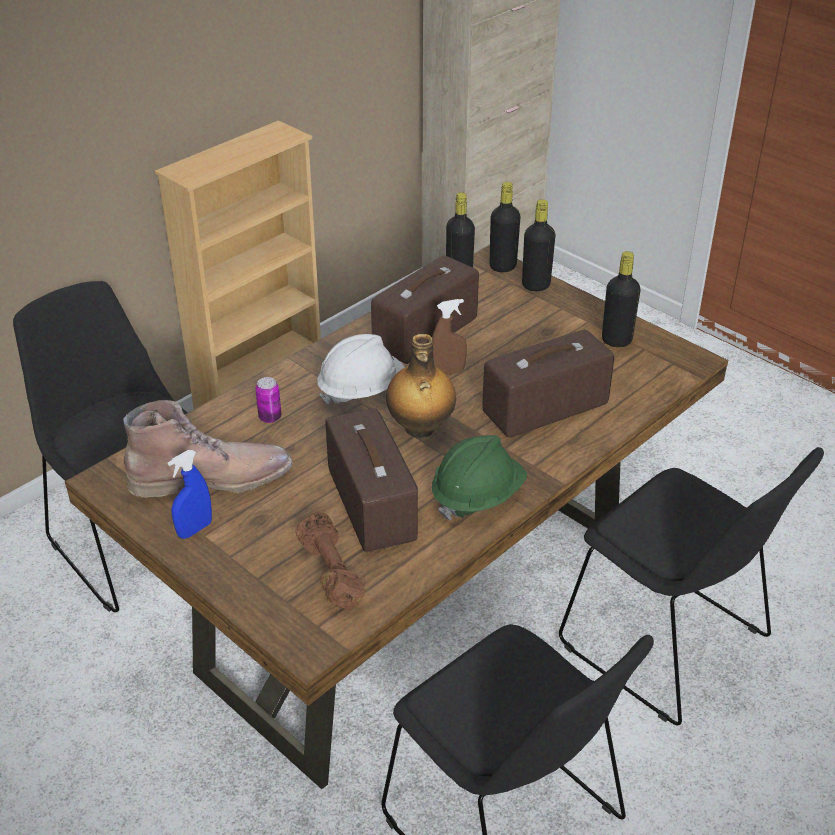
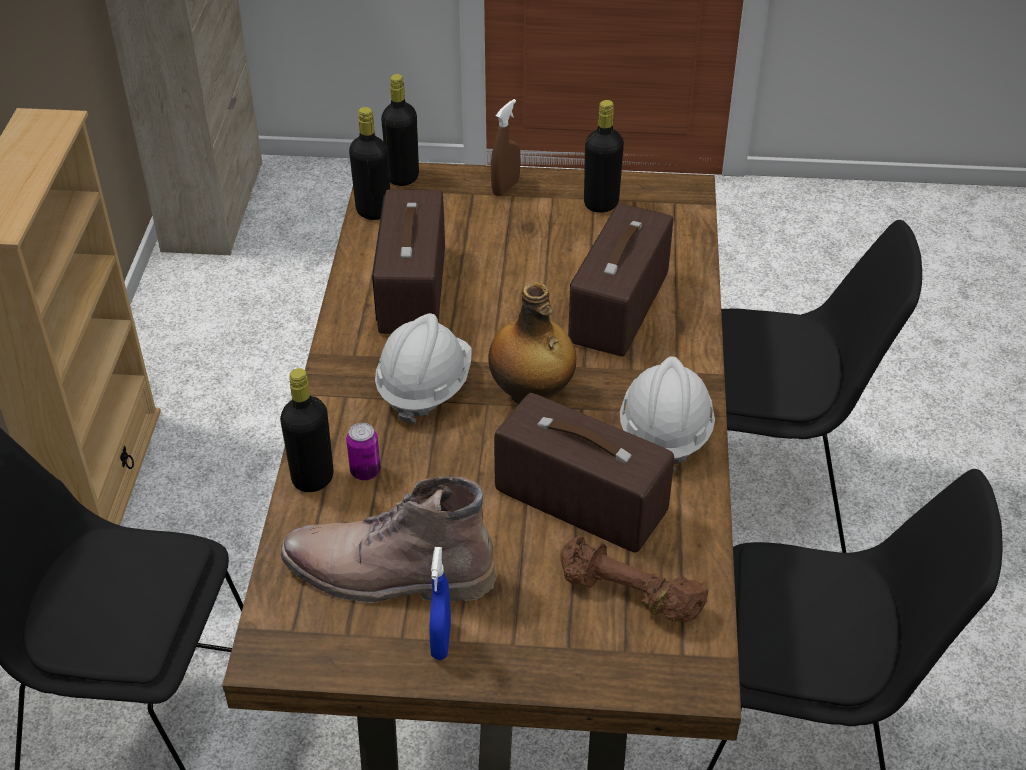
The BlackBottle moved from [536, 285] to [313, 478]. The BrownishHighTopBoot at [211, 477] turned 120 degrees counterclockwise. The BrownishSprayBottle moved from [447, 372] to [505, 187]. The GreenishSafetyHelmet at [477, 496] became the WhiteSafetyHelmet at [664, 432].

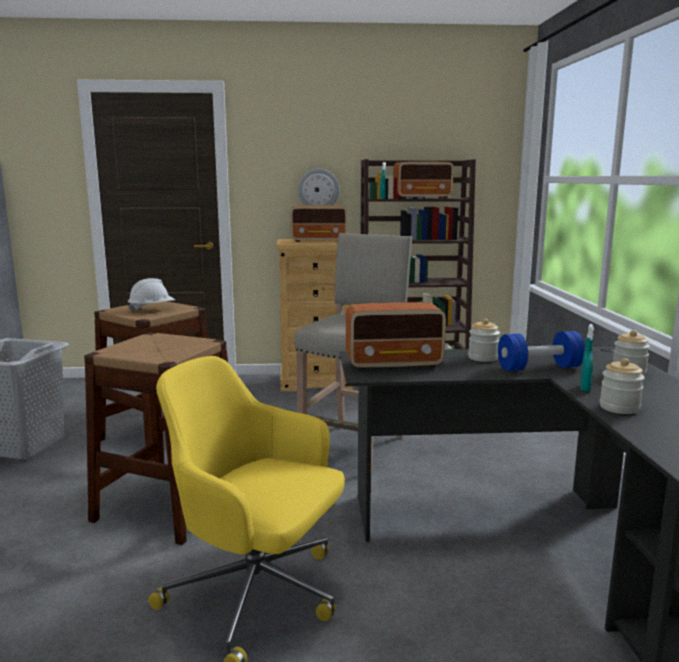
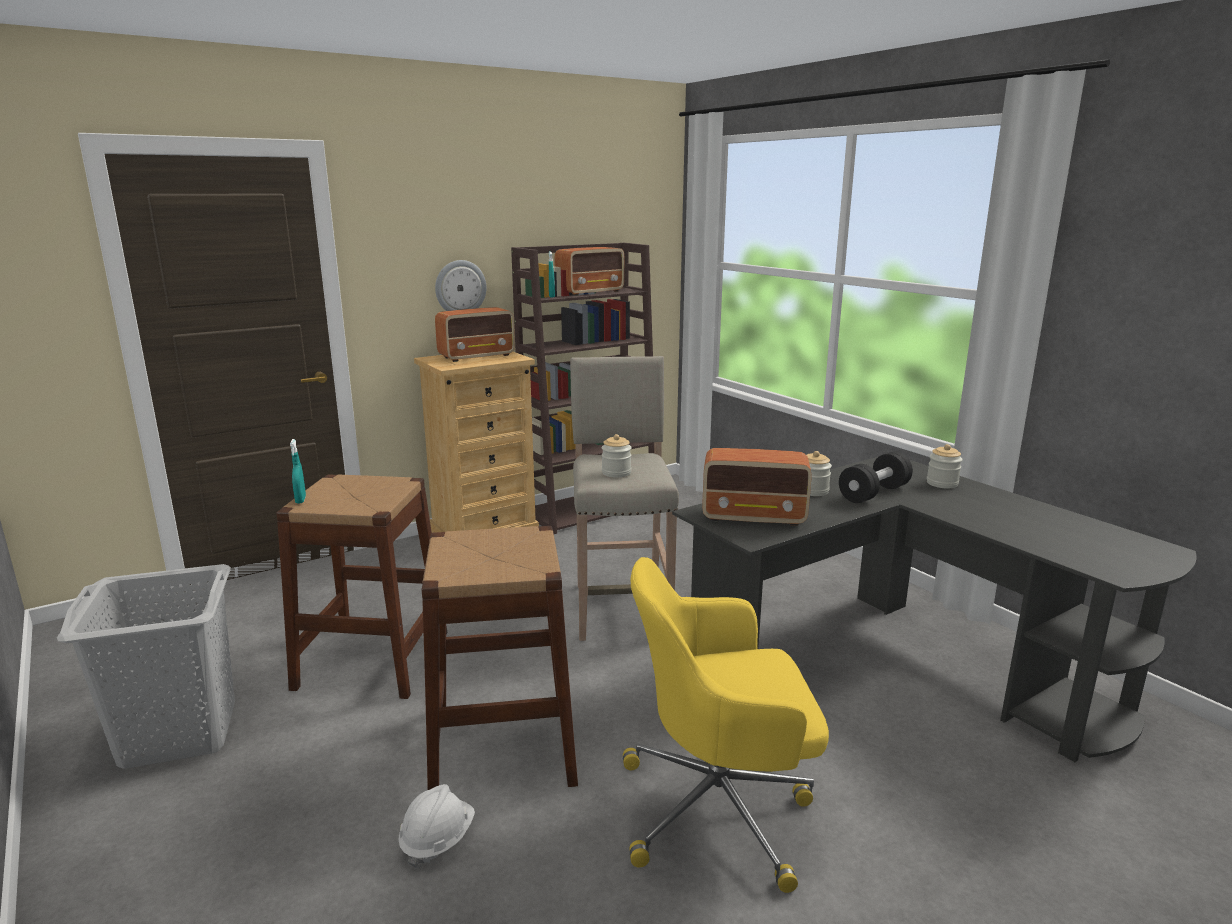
The TurquoiseSprayBottle moved from [585, 388] to [300, 500]. The WhiteSafetyHelmet moved from [152, 309] to [437, 840]. The PreserveJar moved from [619, 408] to [616, 473]. The Radio at [395, 364] turned 45 degrees clockwise. The BlueHandWeight at [539, 368] became the BlackHandWeight at [874, 493].

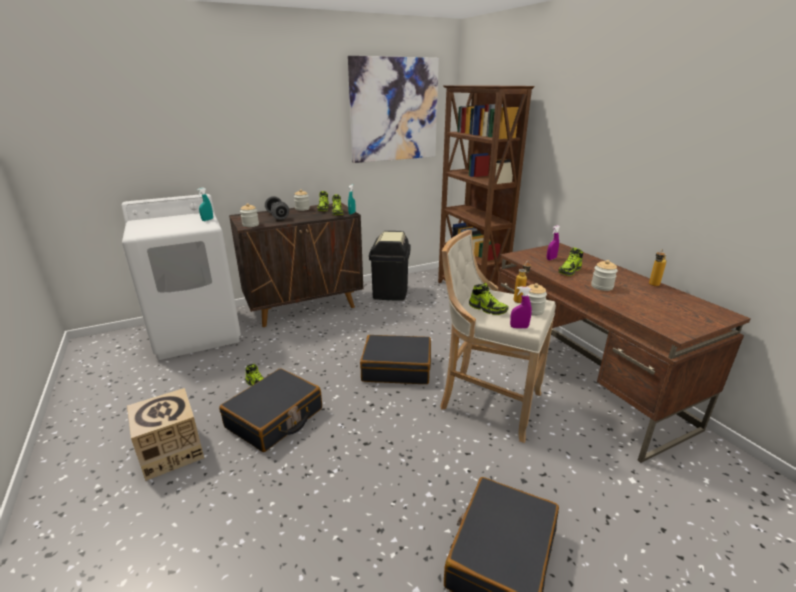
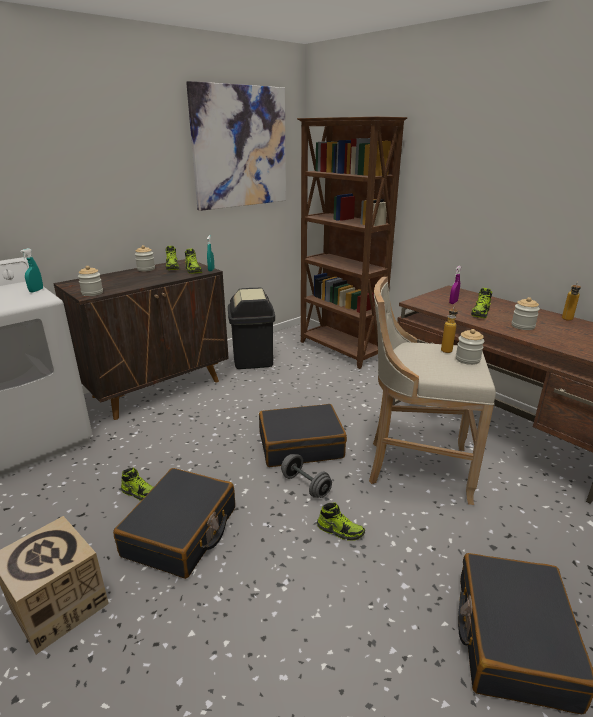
The GreyHandWeight moved from [277, 216] to [305, 485]. The Shoe moved from [487, 309] to [340, 530]. The PurplishSprayBottle at [519, 327] disappeared.

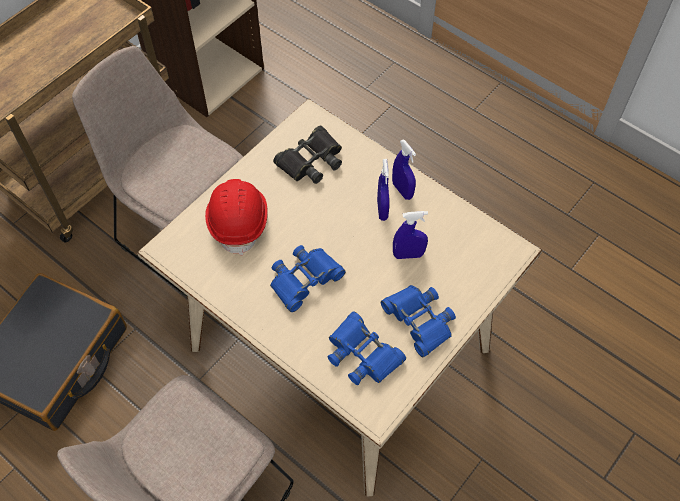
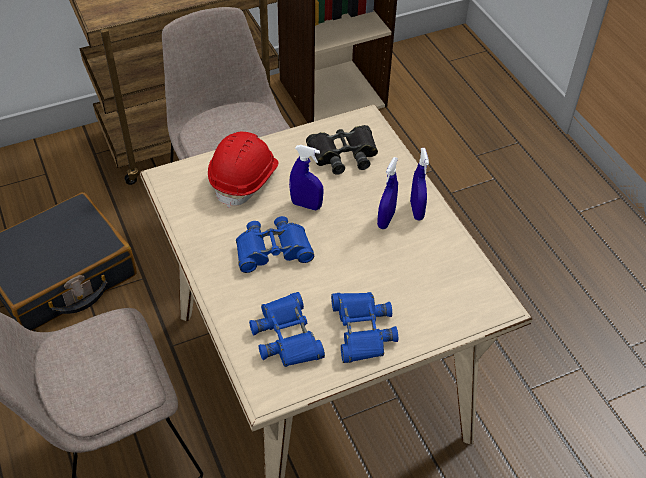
The BlueSprayBottle moved from [408, 255] to [306, 205].

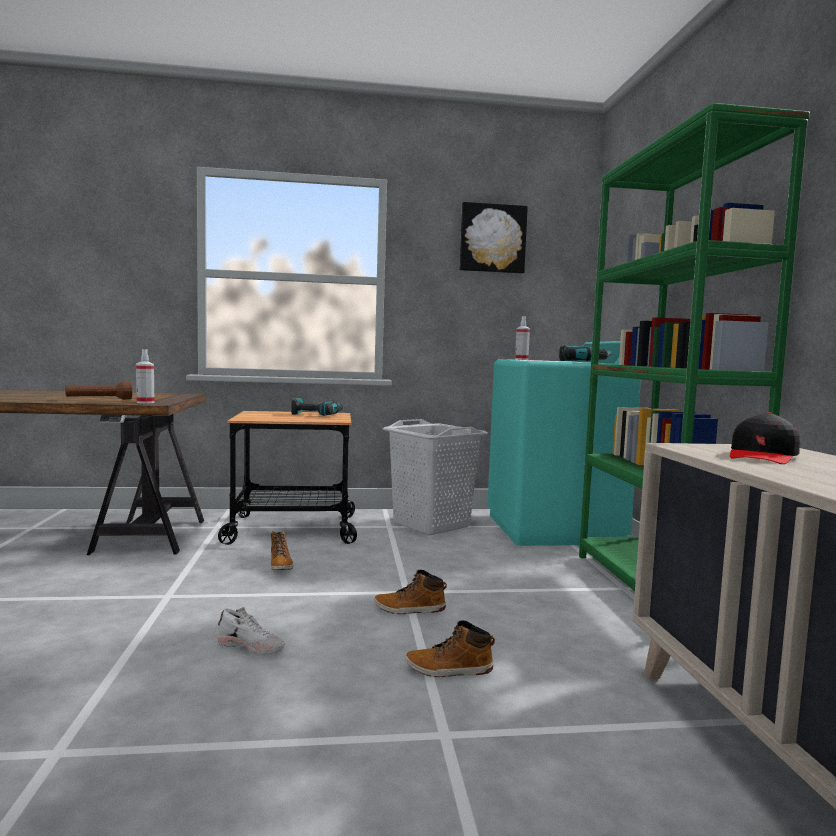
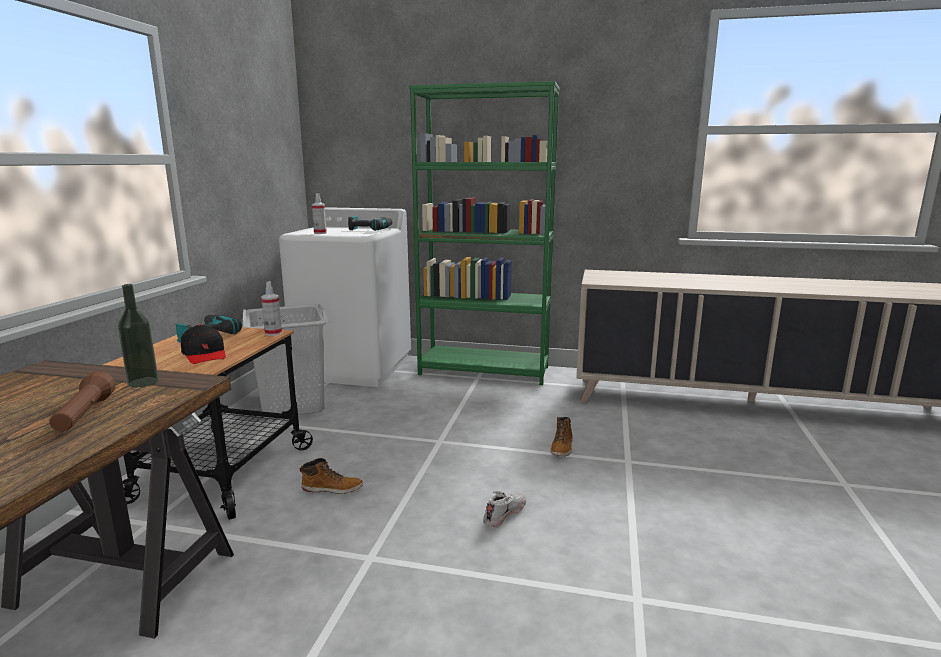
The Bottle at [143, 382] appeared. The BlackBaseballCap moved from [763, 456] to [205, 354]. The SprayBottle moved from [145, 402] to [273, 333]. The TurquoiseWashingMachine at [553, 529] became the WhiteWashingMachine at [355, 367]. The HighTopBoot at [410, 609] disappeared. The Picture at [492, 239] disappeared.

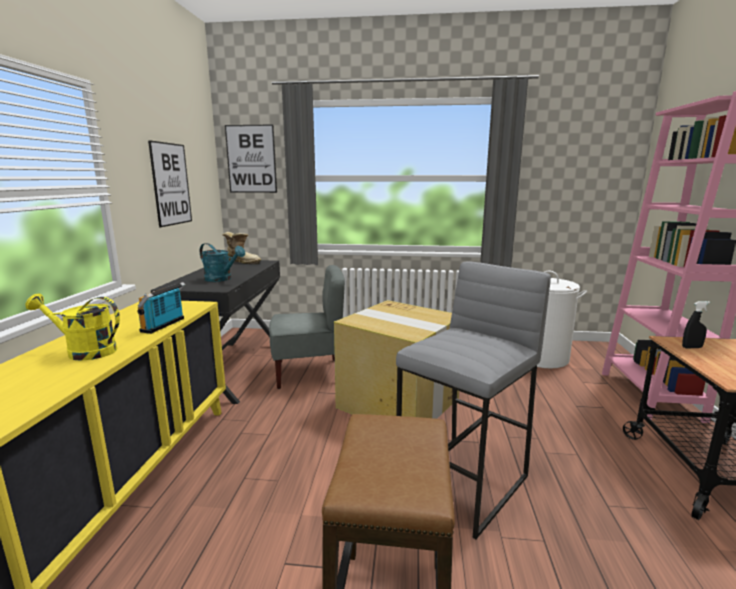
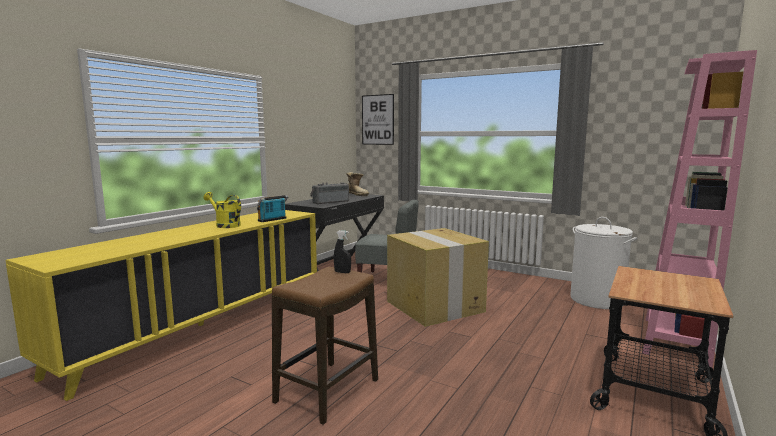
The TurquoiseWateringPot at [222, 279] was replaced by the Radio at [330, 202]. The BlackSprayBottle moved from [692, 347] to [342, 272]. The Picture at [171, 184] disappeared. The GreyStool at [464, 484] disappeared.

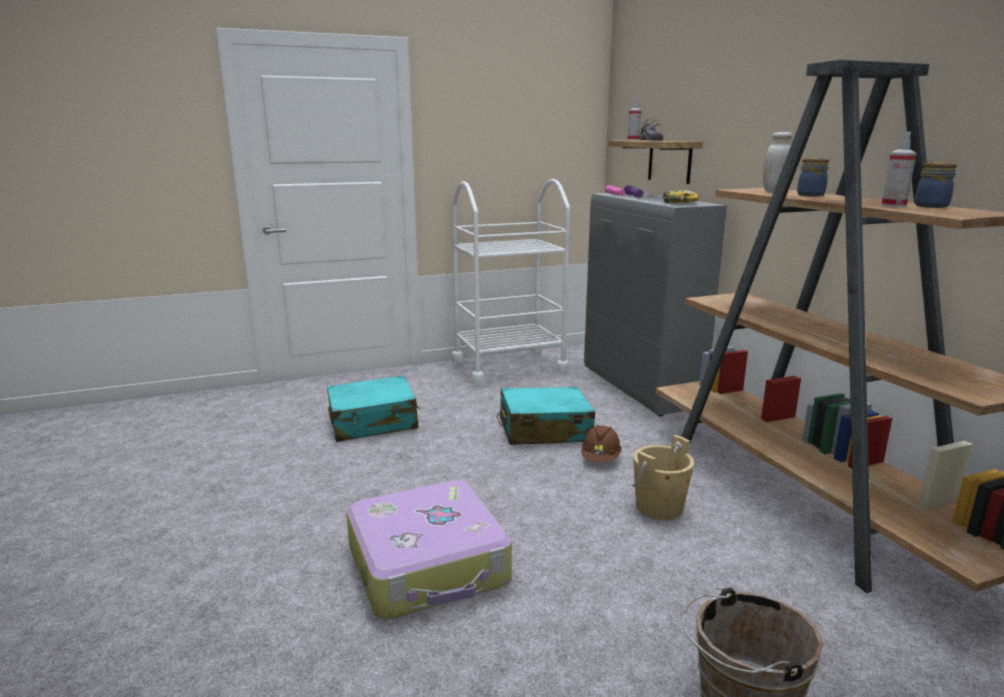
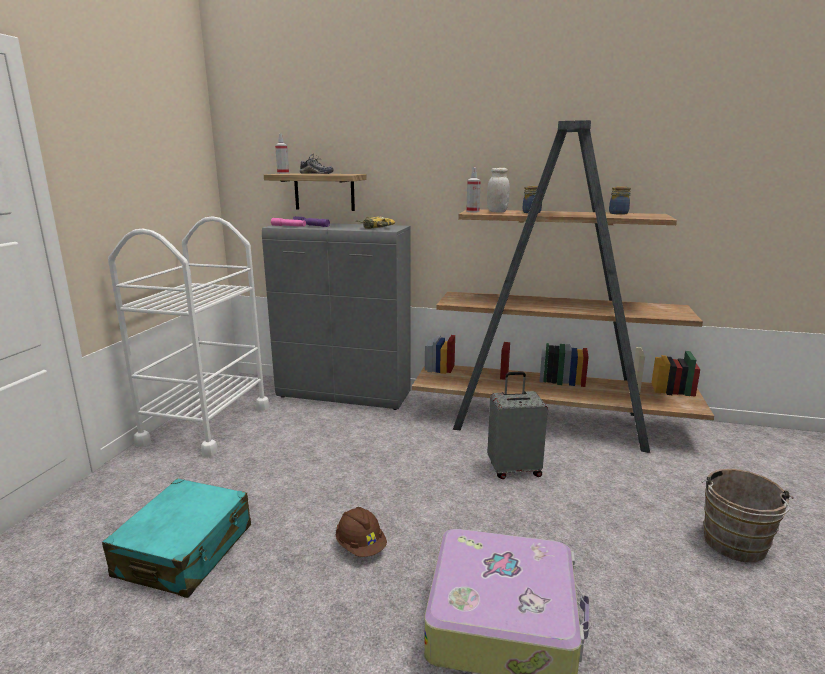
The BrownishSafetyHelmet moved from [600, 459] to [361, 546]. The SprayBottle moved from [893, 206] to [472, 211]. The SandColouredBucket at [659, 507] was replaced by the GreyPieceOfLuggage at [514, 469]. The TurquoisePieceOfLuggage at [544, 430] disappeared.

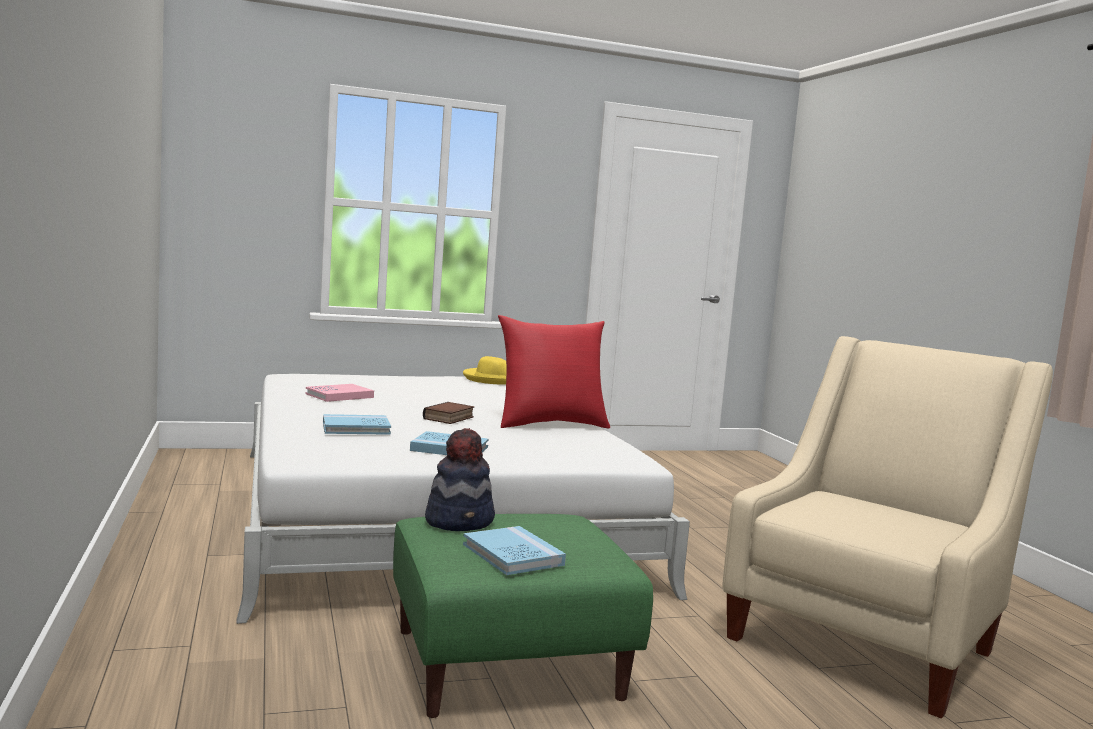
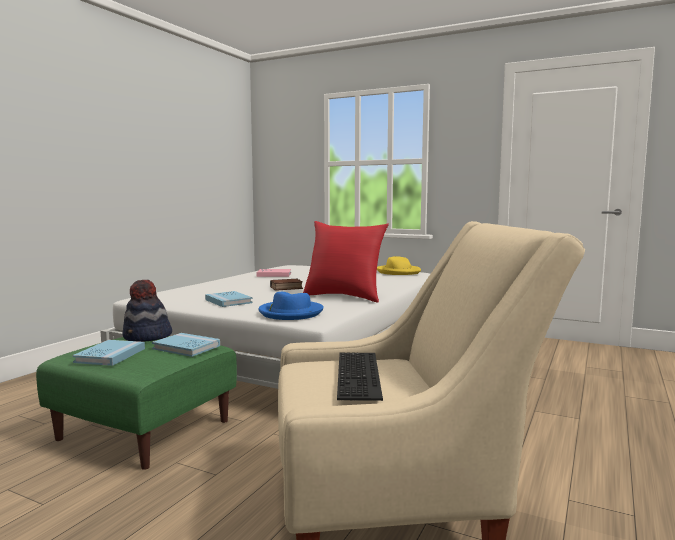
The BlueVolume moved from [356, 428] to [186, 347]. The BlueWearableHat at [290, 313] appeared. The ComputerKeyboard at [361, 375] appeared.

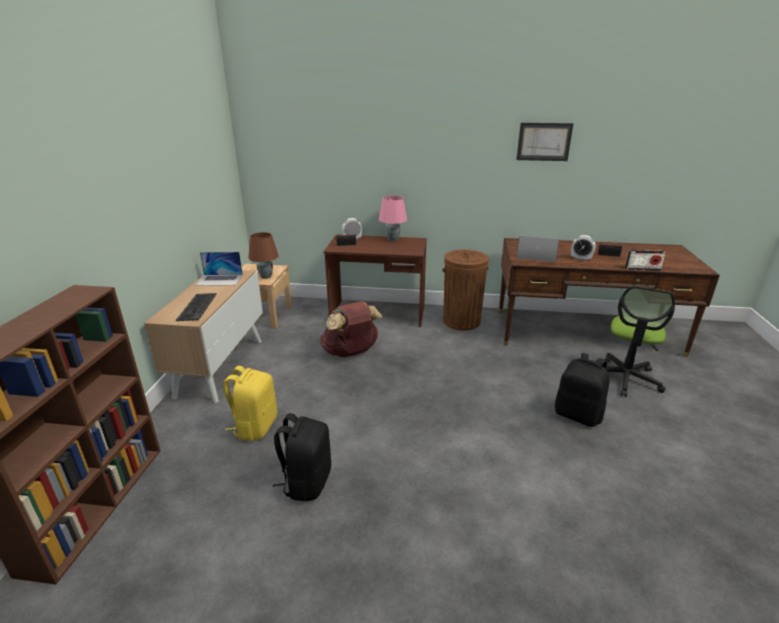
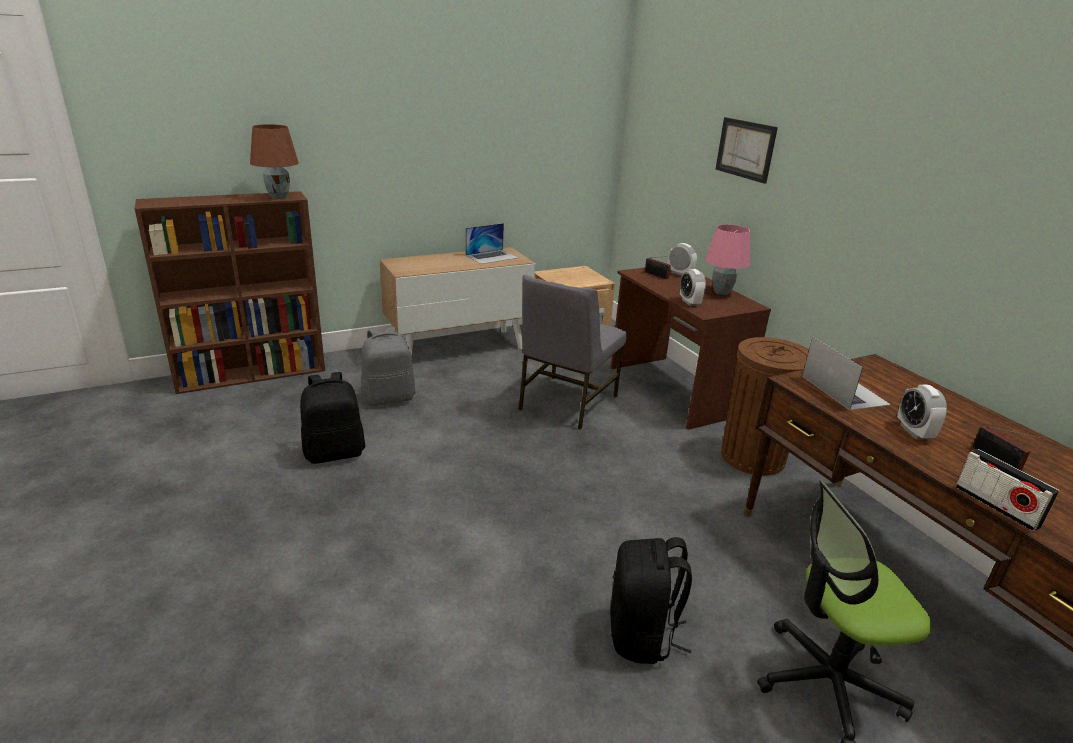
The BrownishLampForATable moved from [265, 276] to [279, 197]. The YellowishRucksack at [255, 427] became the GreyRucksack at [389, 398]. The Laptop at [220, 280] turned 90 degrees counterclockwise. The BrownishRucksack at [351, 353] was replaced by the GreyChair at [566, 403]. The BedsideClock at [689, 302] appeared. The Picture moved from [544, 141] to [745, 149]. The ComputerKeyboard at [196, 307] disappeared.

